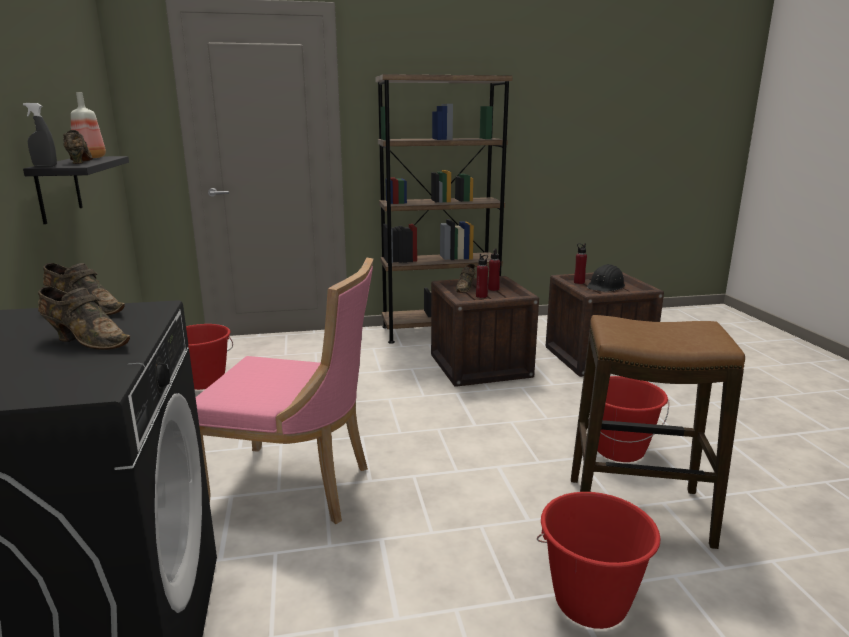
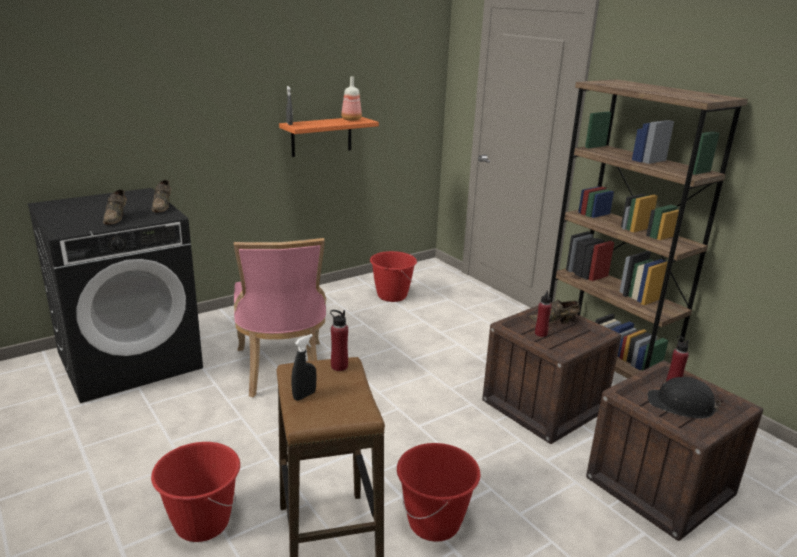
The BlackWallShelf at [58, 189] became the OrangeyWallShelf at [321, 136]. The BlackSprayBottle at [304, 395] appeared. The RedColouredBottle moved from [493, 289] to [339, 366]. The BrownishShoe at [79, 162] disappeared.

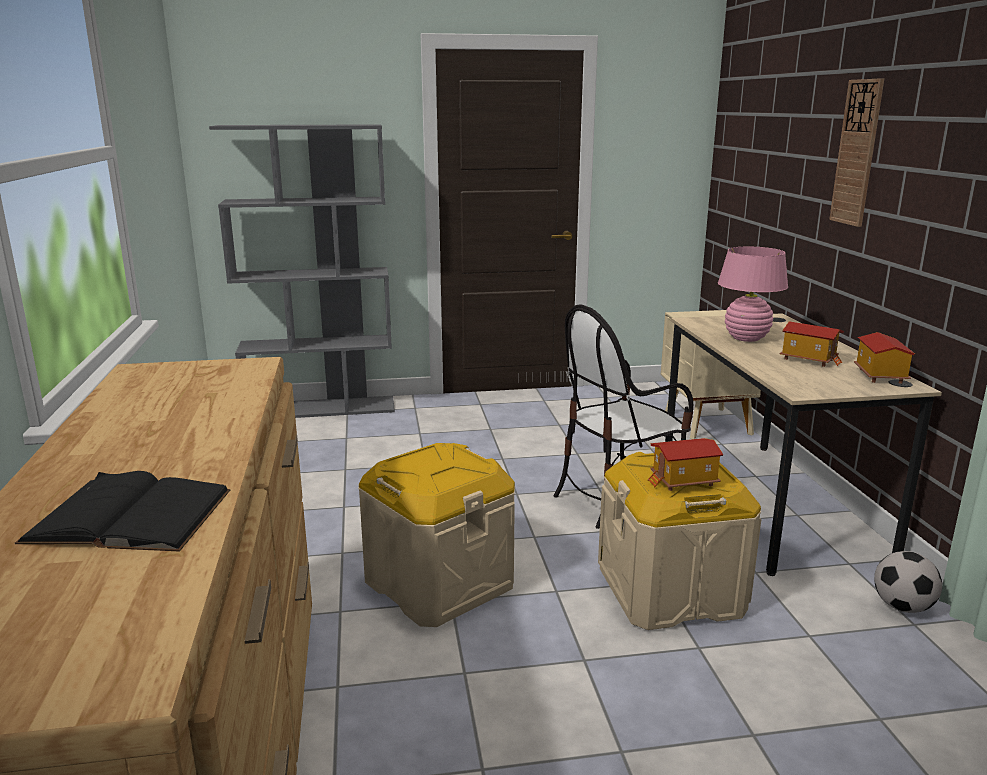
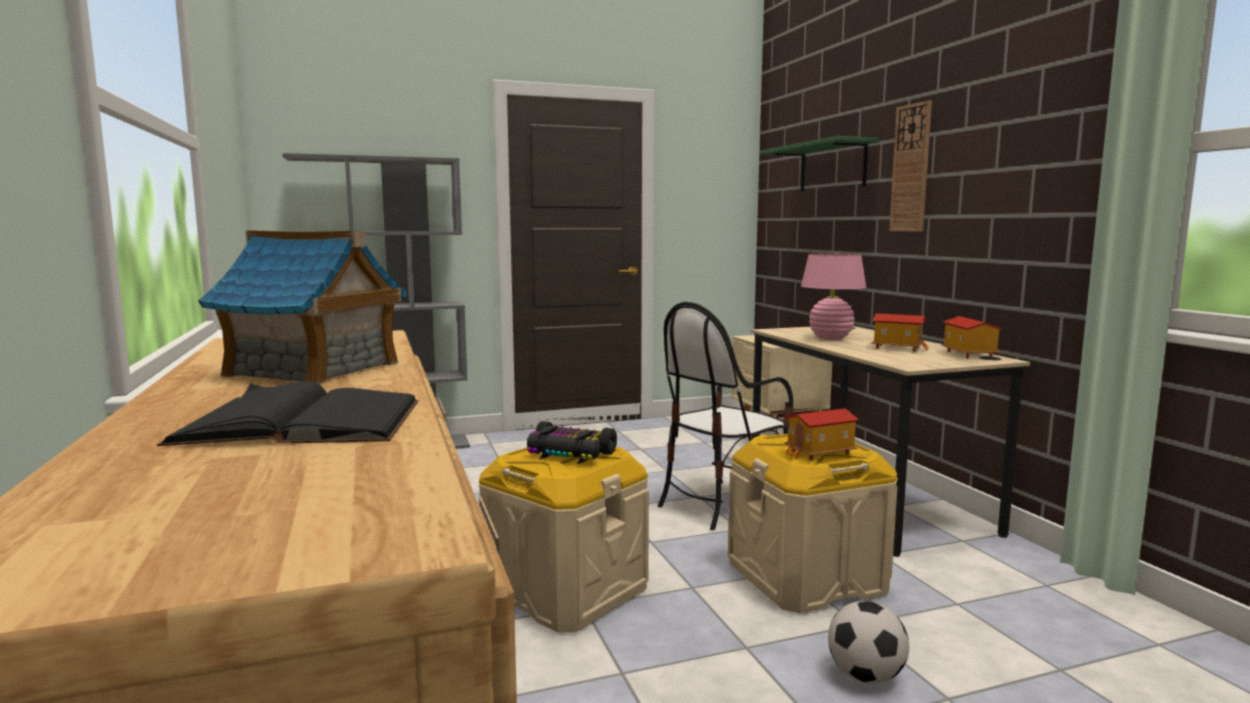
The MiniatureHouse at [313, 369] appeared. The ModelCar at [569, 454] appeared. The GreenishWallShelf at [832, 167] appeared. The BallForFootball moved from [902, 607] to [865, 676].

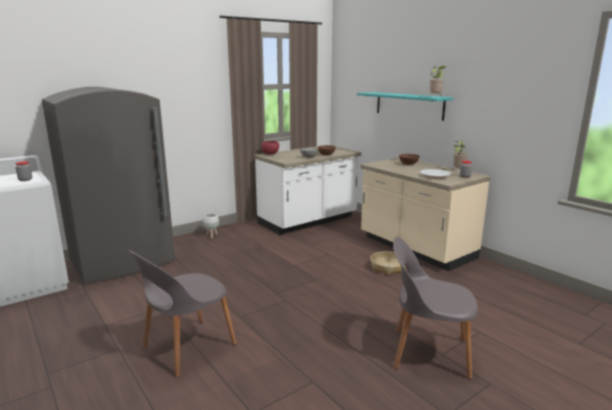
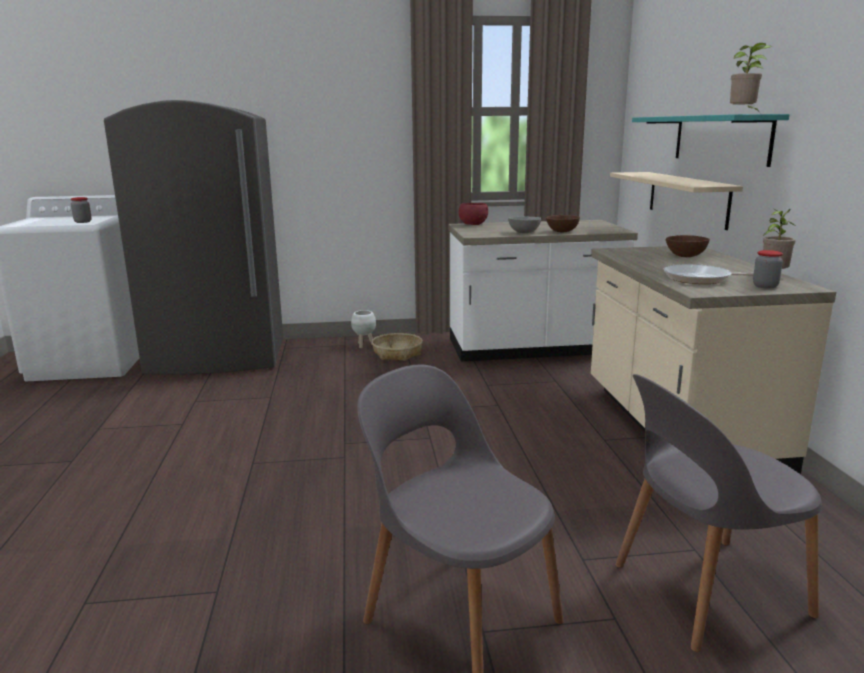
The StorageBasket moved from [388, 267] to [397, 353]. The SandColouredWallShelf at [687, 198] appeared. The GreyChair moved from [187, 347] to [705, 591].

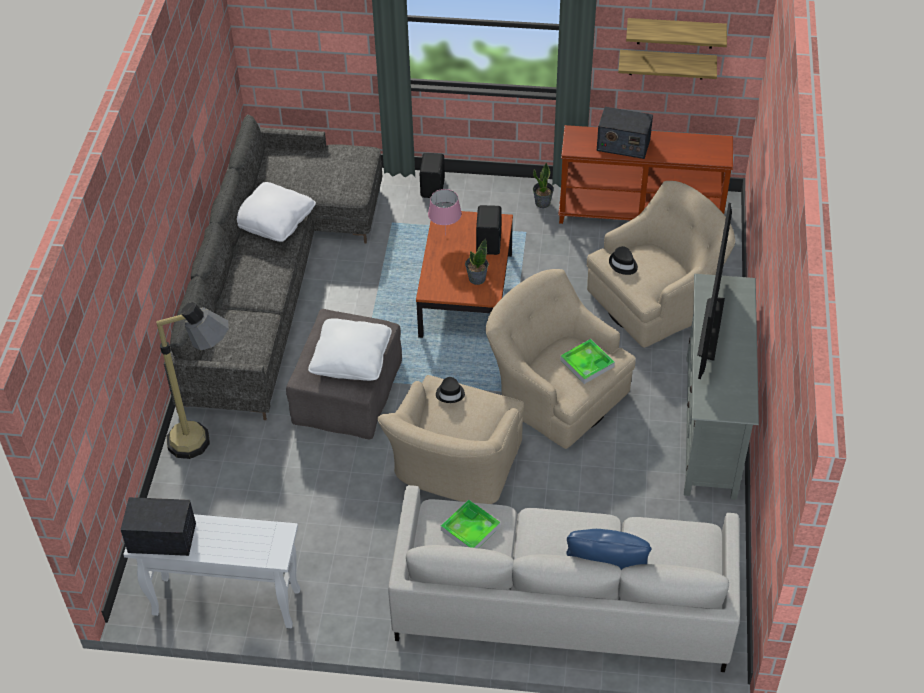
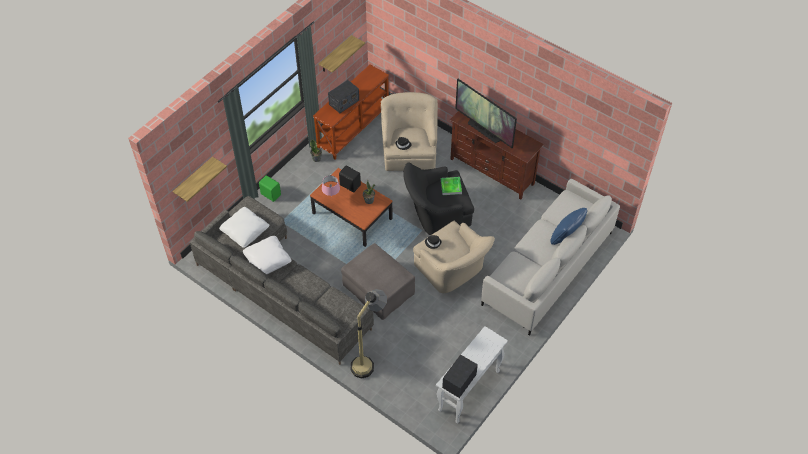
The WallShelf moved from [675, 33] to [194, 179]. The WhiteCushion moved from [351, 359] to [245, 231]. The BlackSpeaker at [433, 188] became the GreenishSpeaker at [271, 194]. The SandColouredArmchair at [555, 393] became the BlackArmchair at [436, 213]. The GreyTvUnit at [711, 427] became the BrownishTvUnit at [492, 171]. The ServingTray at [470, 528] disappeared.

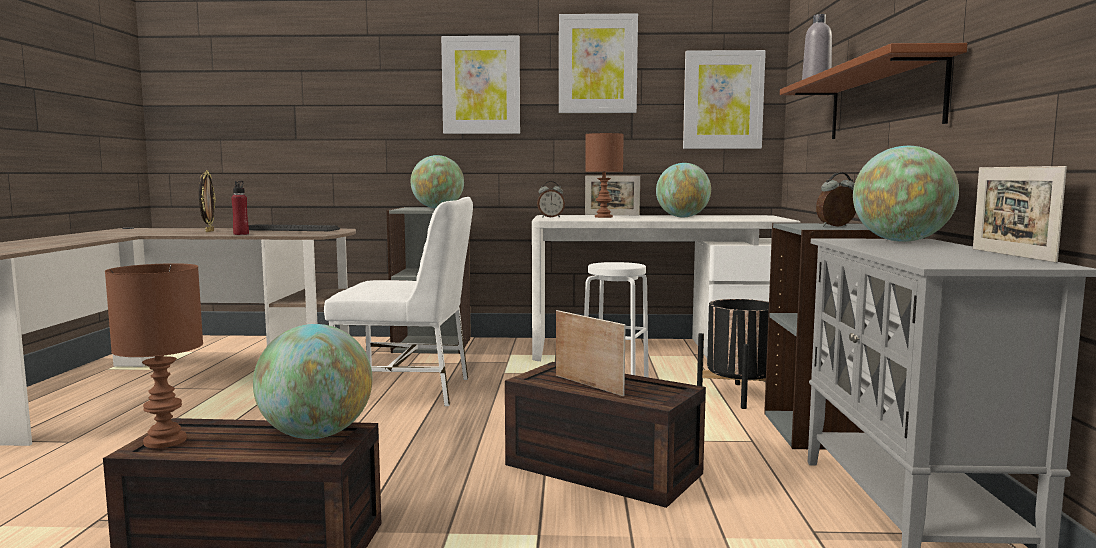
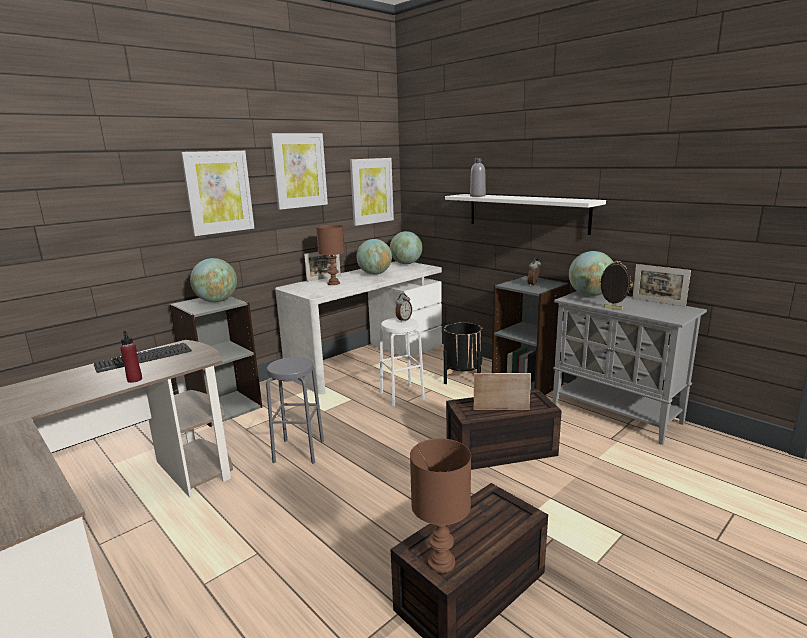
The WhiteChair at [407, 390] was replaced by the GreyStool at [299, 451]. The WorldGlobe moved from [316, 435] to [406, 263]. The BedsideClock moved from [550, 217] to [403, 320]. The BrownishWallShelf at [882, 101] became the WhiteWallShelf at [526, 212]. The StandingFrame moved from [209, 231] to [612, 308].

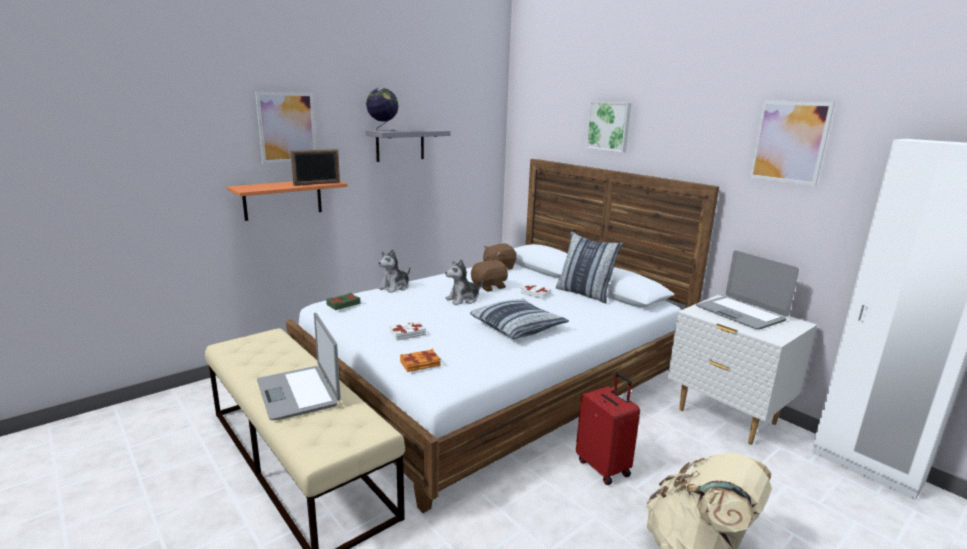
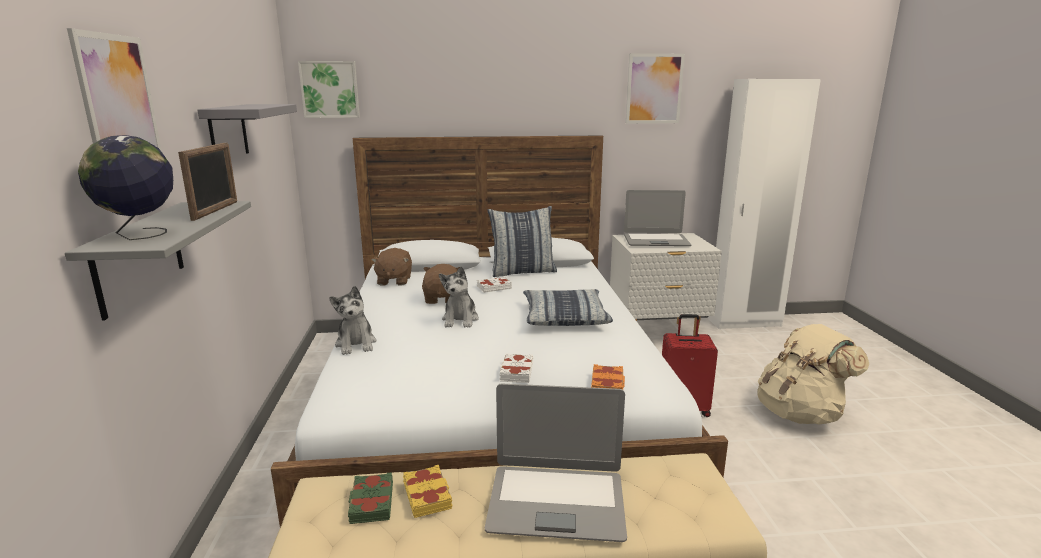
The OrangeyWallShelf at [283, 199] became the GreyWallShelf at [139, 257]. The WorldGlobe moved from [383, 130] to [140, 235]. The Picture moved from [609, 126] to [330, 89]. The GreenishVolume moved from [343, 304] to [371, 503]. The YellowishVolume at [428, 495] appeared.

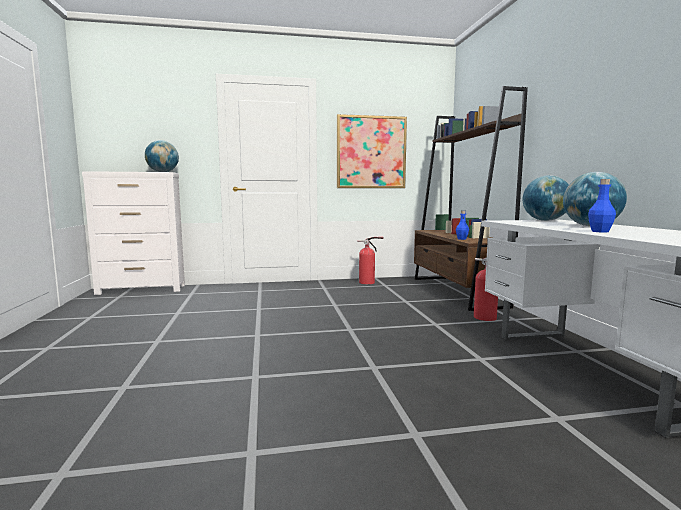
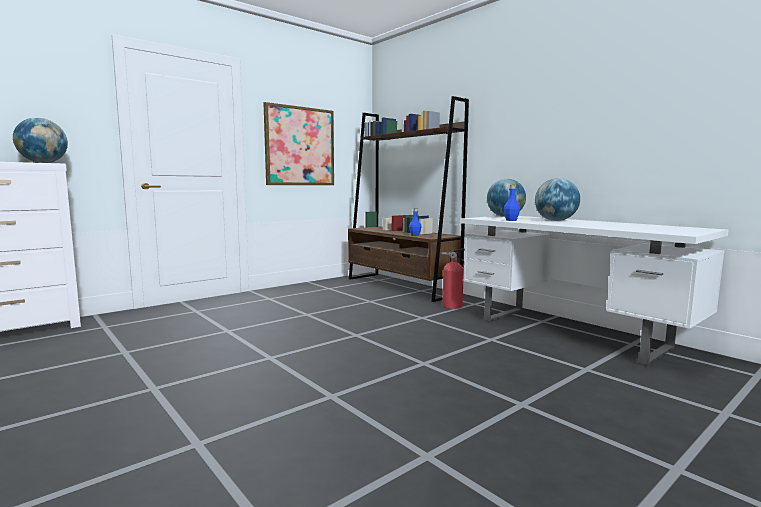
The BlueBottle moved from [600, 231] to [511, 220]. The FireExtinguisher at [368, 282] disappeared.

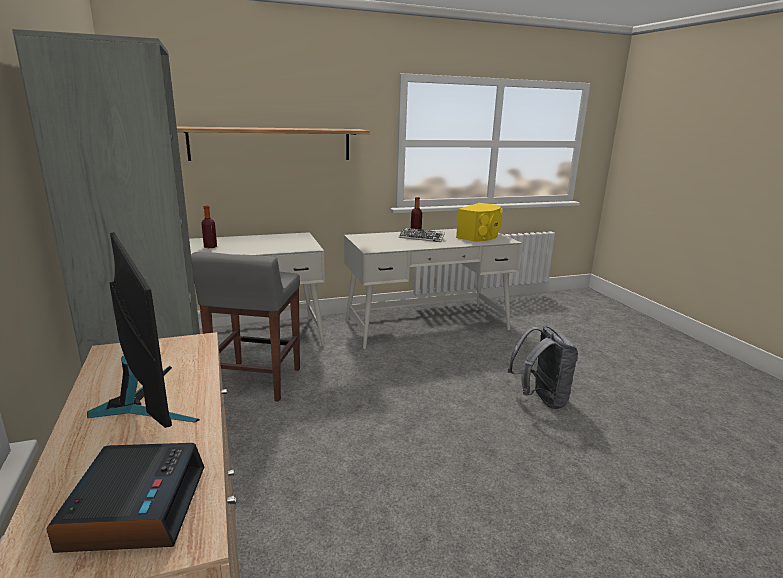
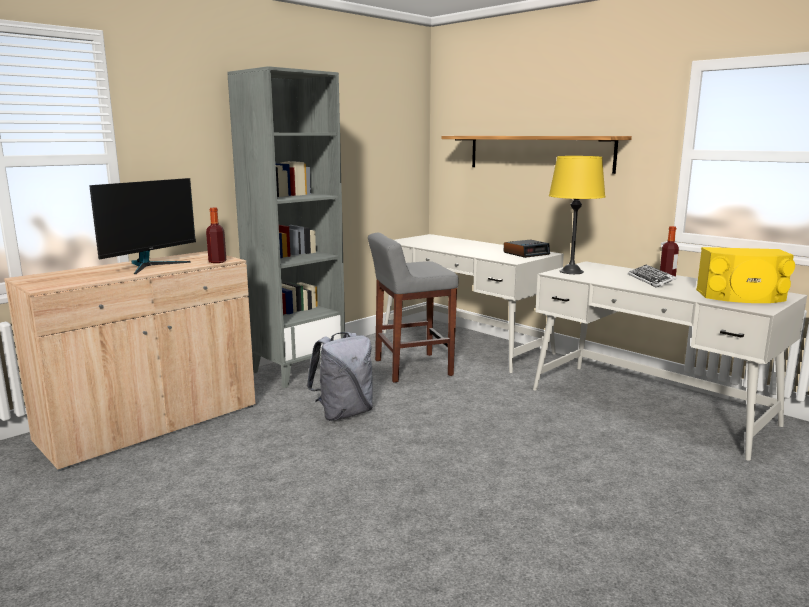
The Bottle moved from [210, 247] to [217, 262]. The GreyRucksack moved from [540, 399] to [344, 413]. The BedsideClock moved from [135, 507] to [526, 253]. The YellowishLampForATable at [571, 271] appeared.

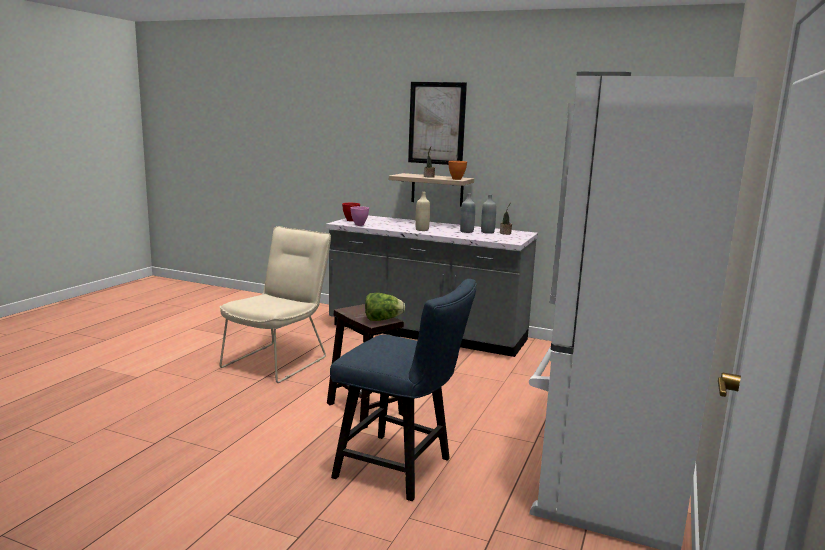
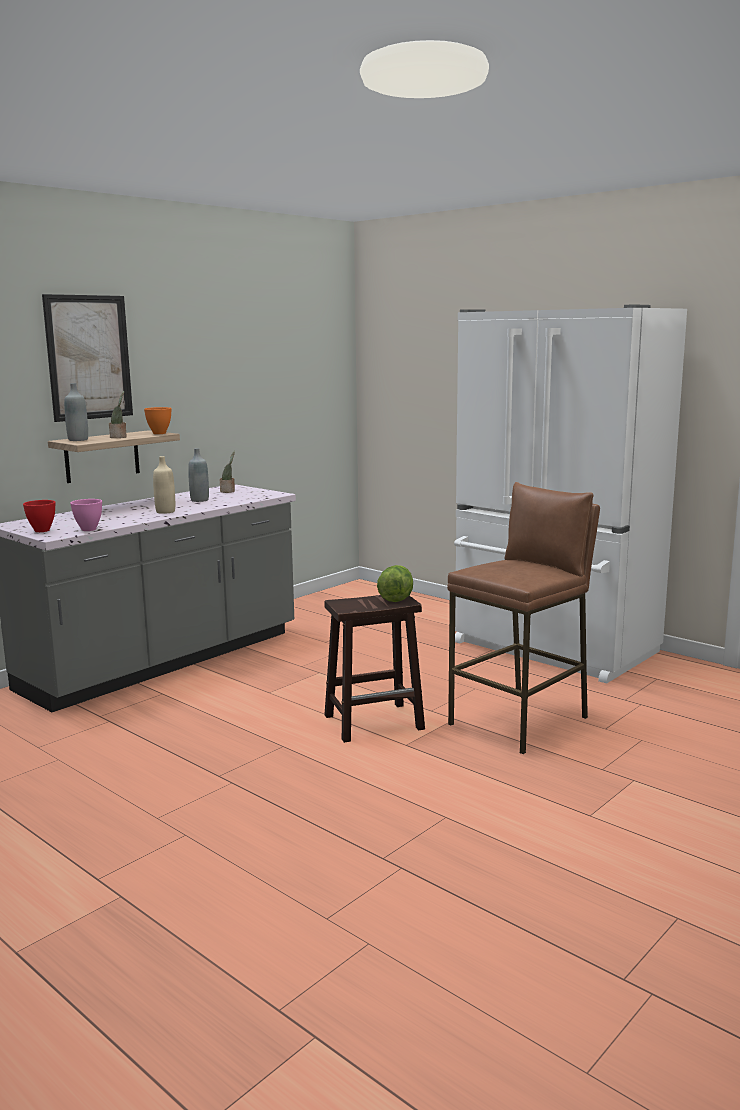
The GreyBottle moved from [487, 232] to [78, 440]. The BlueChair at [401, 469] was replaced by the BrownishStool at [520, 721]. The SandColouredChair at [279, 360] disappeared.

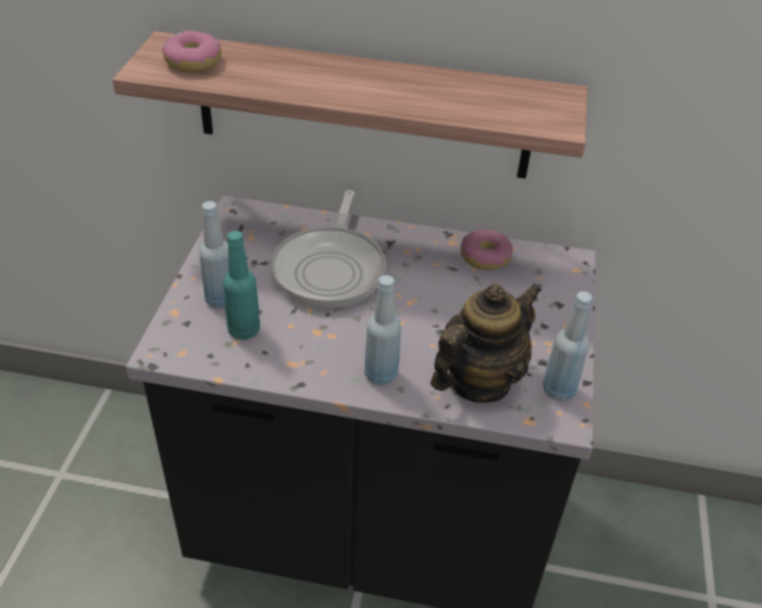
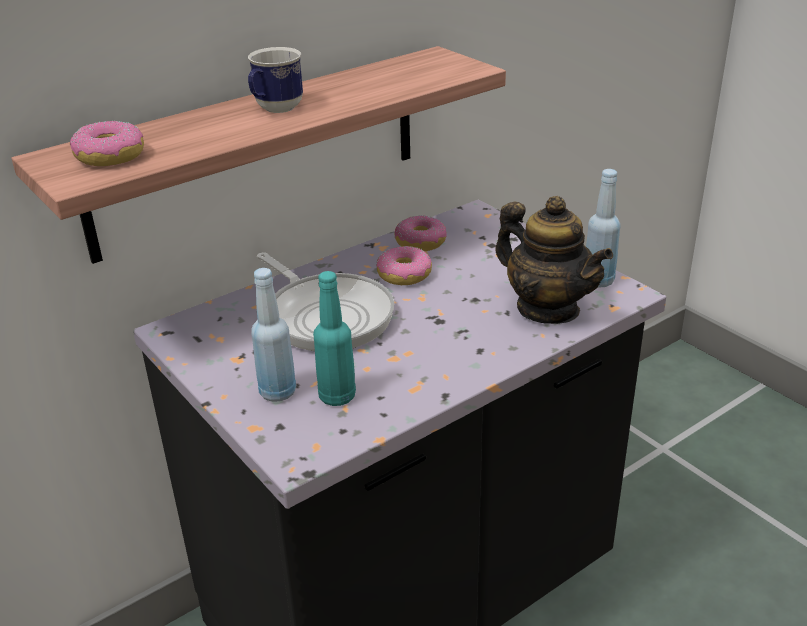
The Mug at [275, 110] appeared. The Doughnut at [404, 275] appeared. The Teapot at [478, 381] turned 135 degrees clockwise. The BlueBottle at [381, 375] disappeared.

